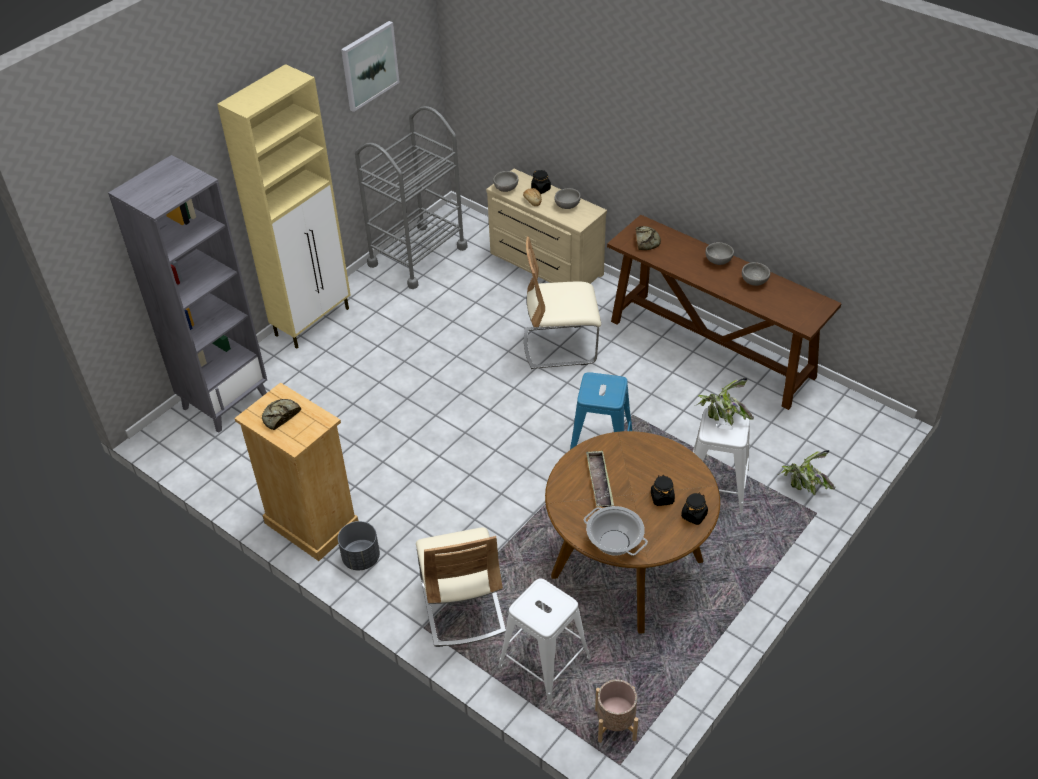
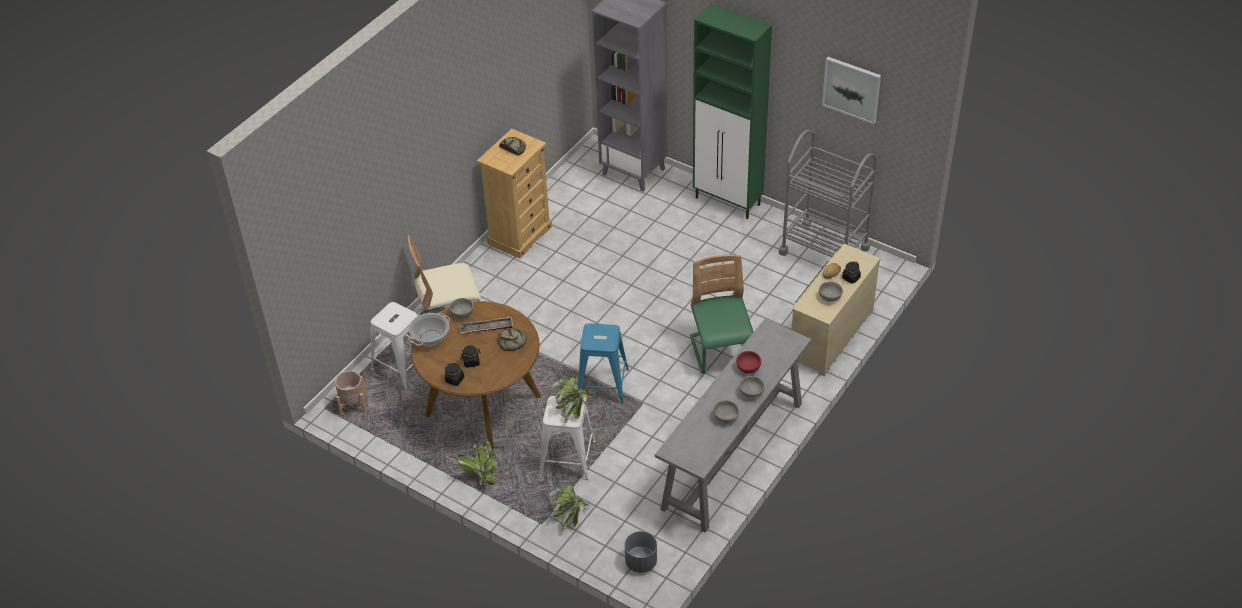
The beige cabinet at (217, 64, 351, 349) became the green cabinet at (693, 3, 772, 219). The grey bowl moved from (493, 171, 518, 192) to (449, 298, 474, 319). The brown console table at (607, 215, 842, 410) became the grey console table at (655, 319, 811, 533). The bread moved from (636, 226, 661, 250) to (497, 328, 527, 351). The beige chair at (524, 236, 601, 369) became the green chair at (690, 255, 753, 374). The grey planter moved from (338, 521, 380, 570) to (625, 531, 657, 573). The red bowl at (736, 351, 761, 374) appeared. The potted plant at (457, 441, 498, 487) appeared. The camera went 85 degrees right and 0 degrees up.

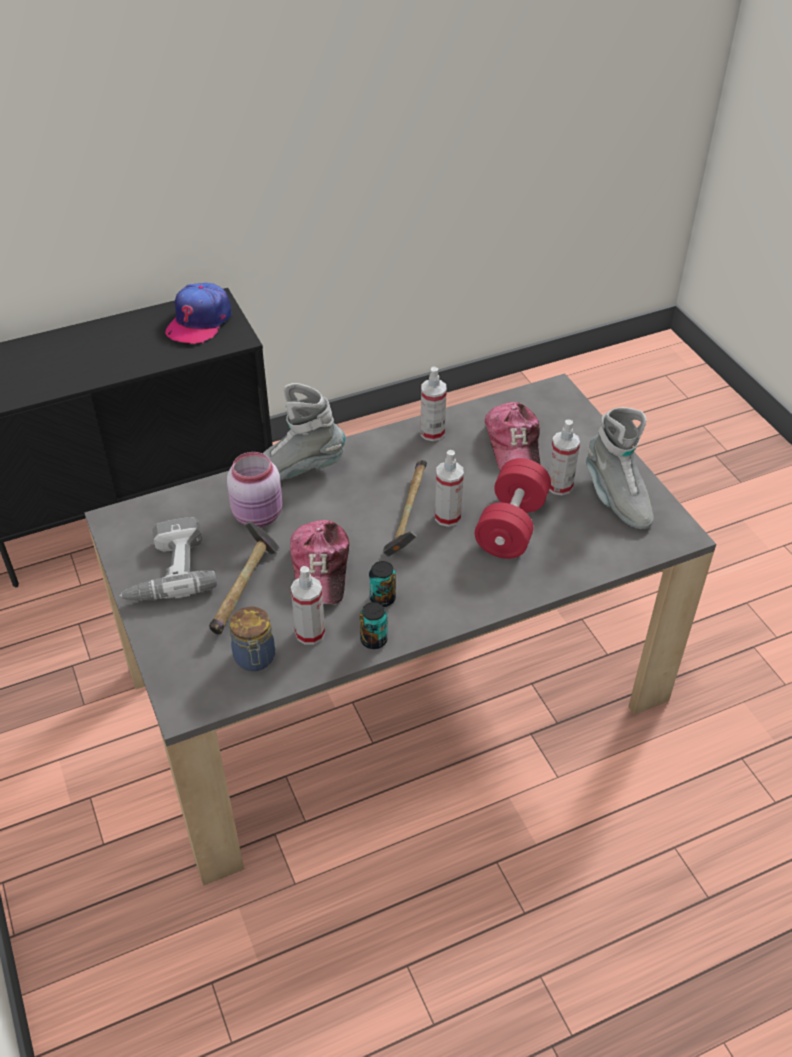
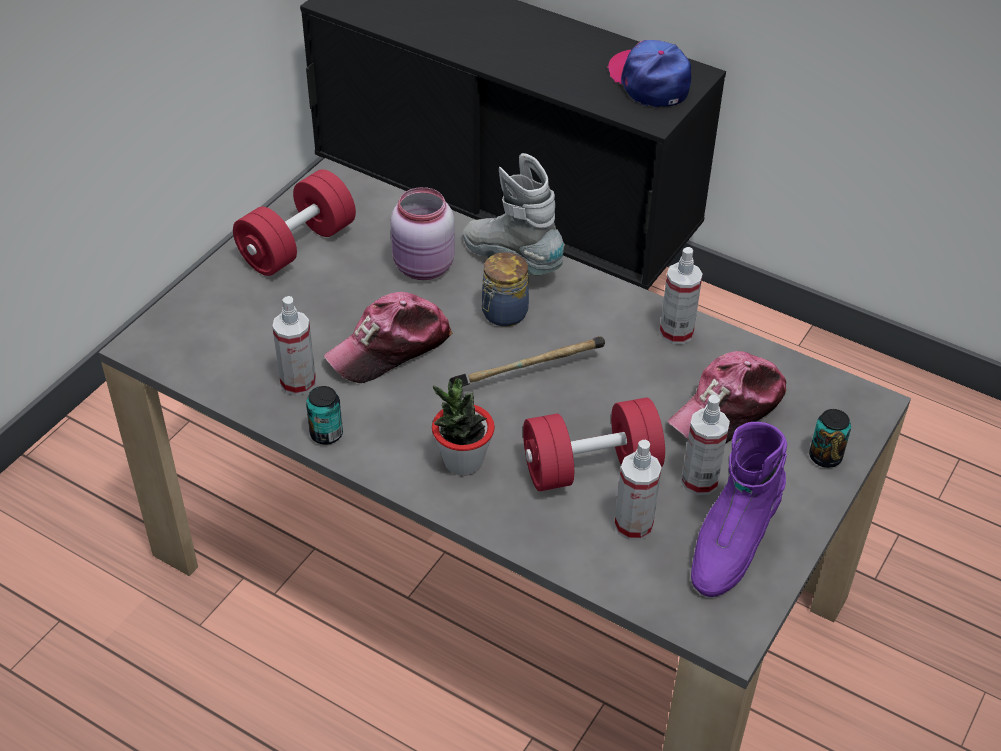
The cap at (165, 283, 232, 344) turned 75 degrees clockwise. The grey boot at (586, 407, 653, 530) became the purple boot at (691, 422, 787, 597). The spray bottle moved from (435, 450, 464, 527) to (614, 439, 662, 541). The power drill at (119, 517, 217, 601) was replaced by the red dumbbell at (233, 169, 356, 276). The hammer at (209, 521, 280, 634) disappeared. The can moved from (369, 561, 396, 607) to (809, 409, 851, 468). The jar moved from (229, 607, 275, 671) to (482, 252, 529, 326). The potted plant at (432, 378, 495, 476) appeared. The camera went 55 degrees right and 0 degrees up.

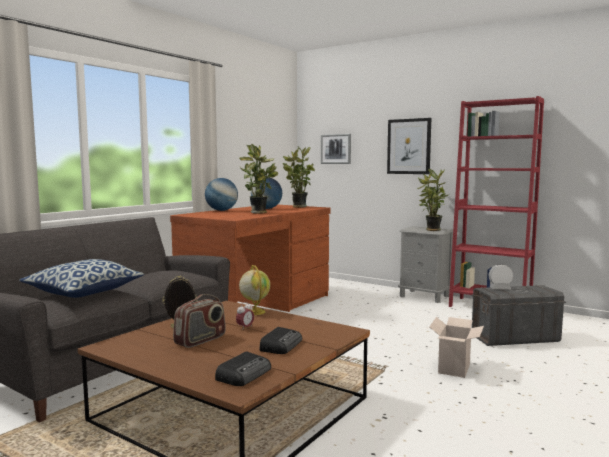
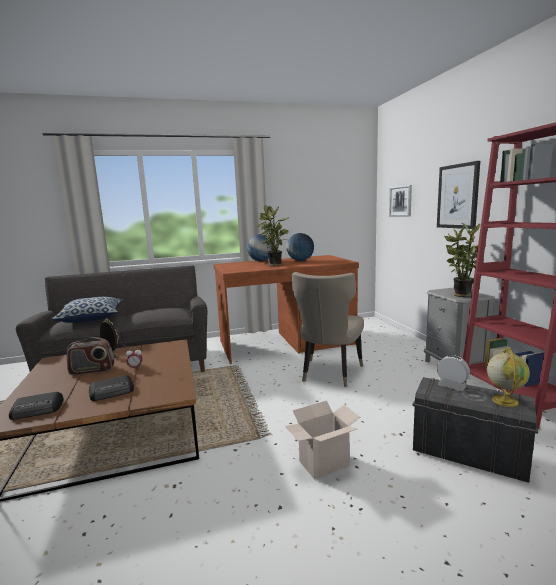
The potted plant at (283, 146, 315, 207) disappeared. The globe moved from (239, 265, 270, 315) to (487, 347, 530, 407). The beige chair at (292, 272, 364, 387) appeared. The camera went 40 degrees right and 5 degrees up.

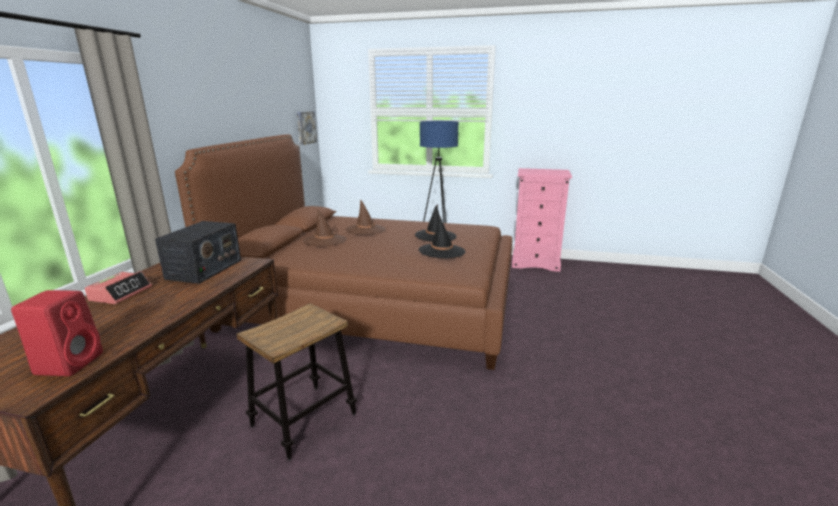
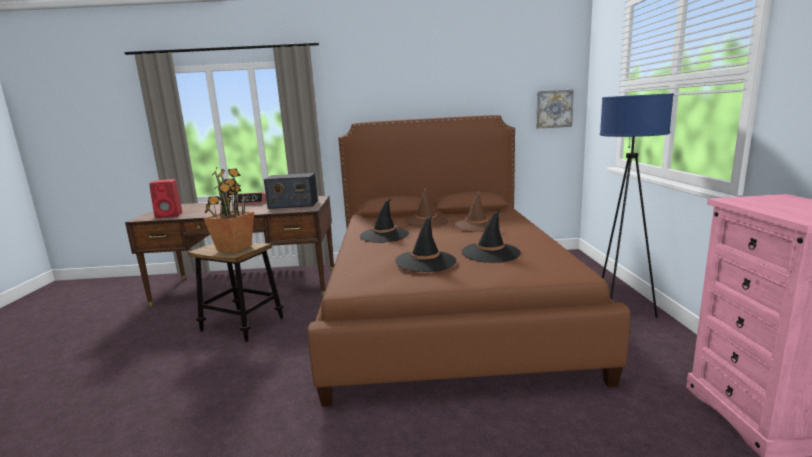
The potted plant at (203, 167, 254, 253) appeared. The black hat at (360, 199, 409, 243) appeared. The camera went 75 degrees right and 5 degrees down.

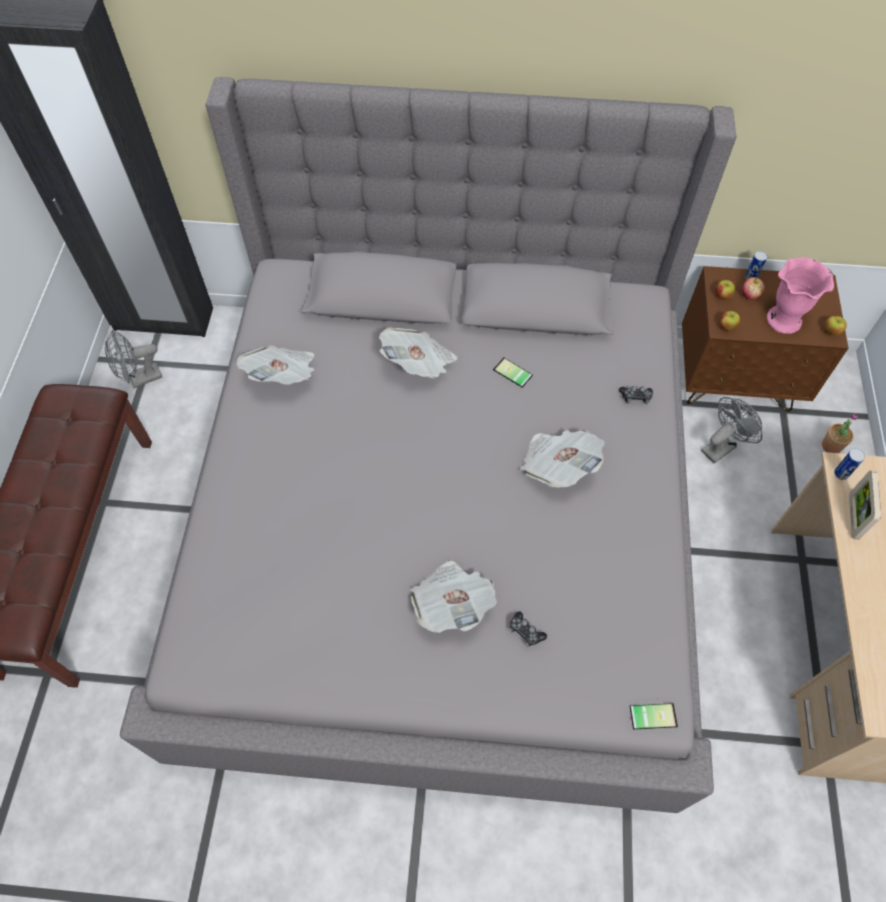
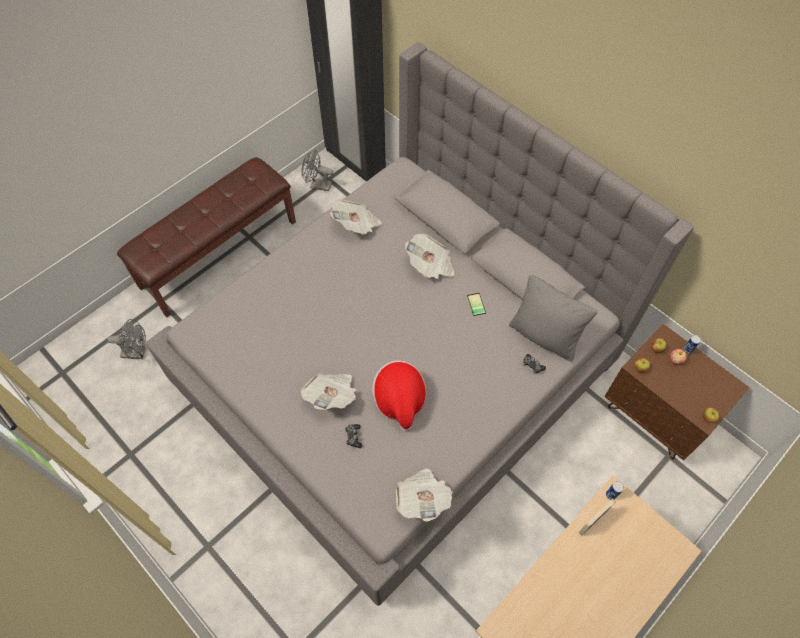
The pink vase at (767, 258, 834, 334) disappeared. The grey fan moved from (701, 397, 762, 464) to (107, 319, 146, 359). The potted plant at (822, 413, 858, 453) disappeared. The newspaper moved from (520, 430, 605, 488) to (396, 469, 453, 522). The phone at (630, 703, 678, 730) disappeared. The grey pillow at (509, 275, 597, 362) appeared. The hat at (372, 360, 426, 431) appeared. The camera went 40 degrees right and 0 degrees up.

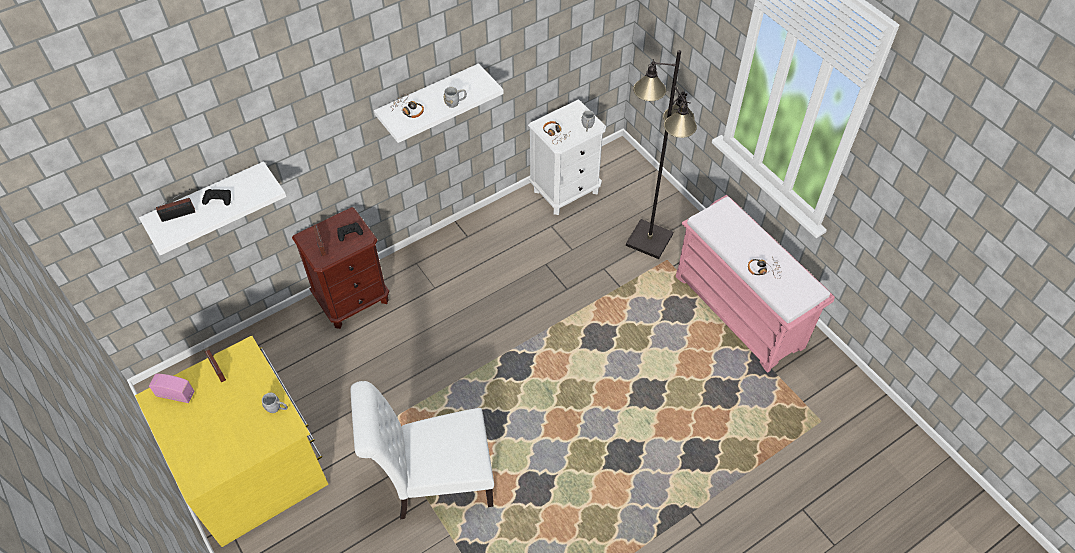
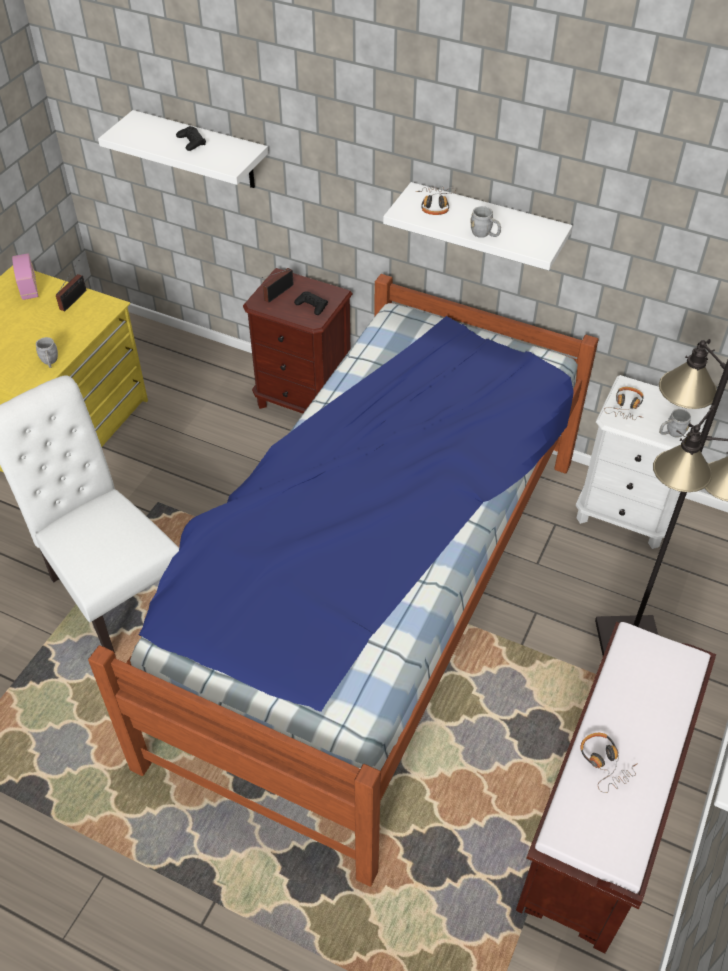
The radio at (156, 189, 195, 222) disappeared. The pink bench at (676, 195, 835, 373) became the brown bench at (516, 622, 716, 953). The bed at (88, 274, 599, 887) appeared. The camera went 60 degrees right and 5 degrees down.

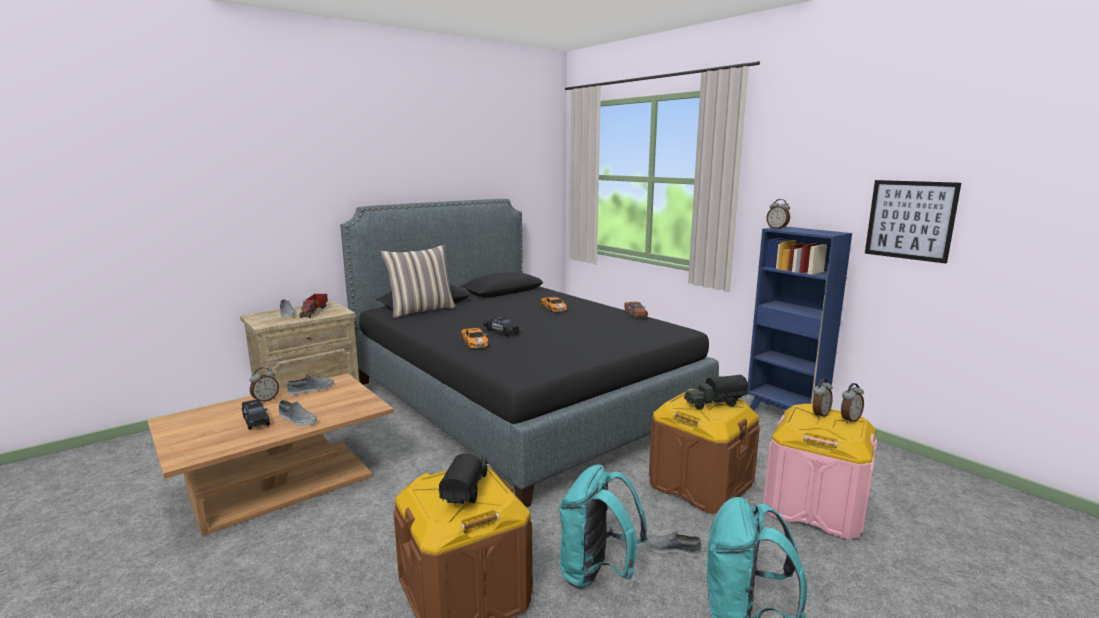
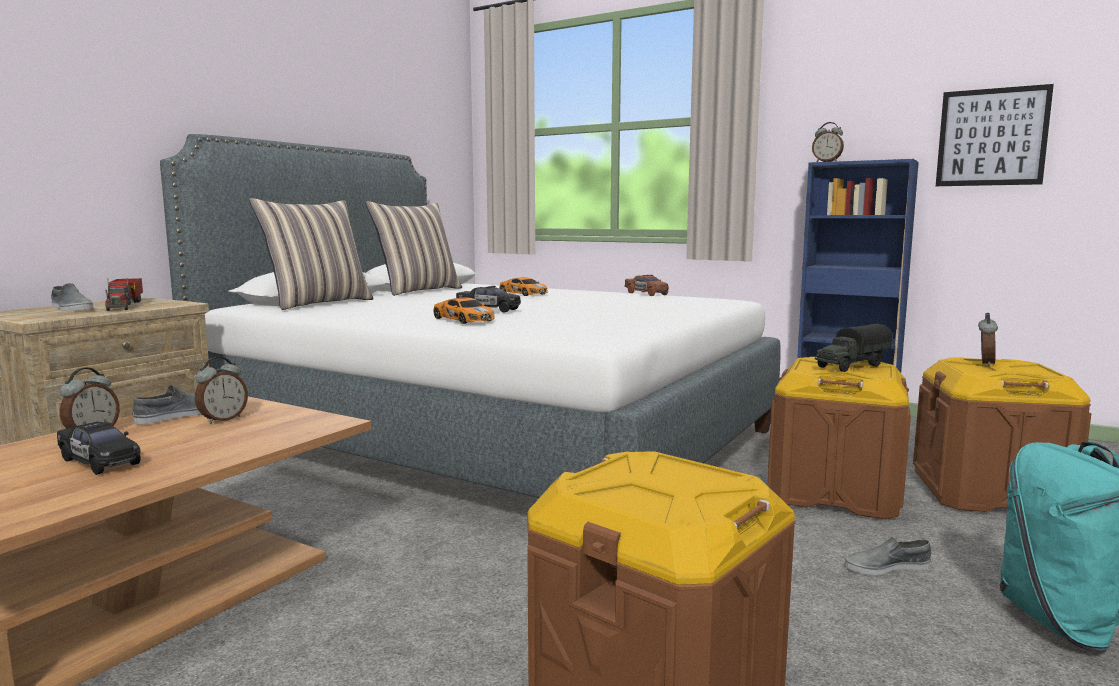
The black bed at (340, 199, 719, 507) became the white bed at (160, 134, 781, 498). The alarm clock moved from (841, 383, 864, 423) to (195, 357, 248, 424). The grey shoe at (278, 400, 317, 426) disappeared. The pink storage box at (763, 404, 877, 540) became the brown storage box at (913, 357, 1091, 512). The toy truck at (439, 453, 488, 504) disappeared. The turquoise backpack at (559, 464, 648, 589) disappeared. The pillow at (365, 201, 462, 296) appeared. The camera went 20 degrees left and 5 degrees down.

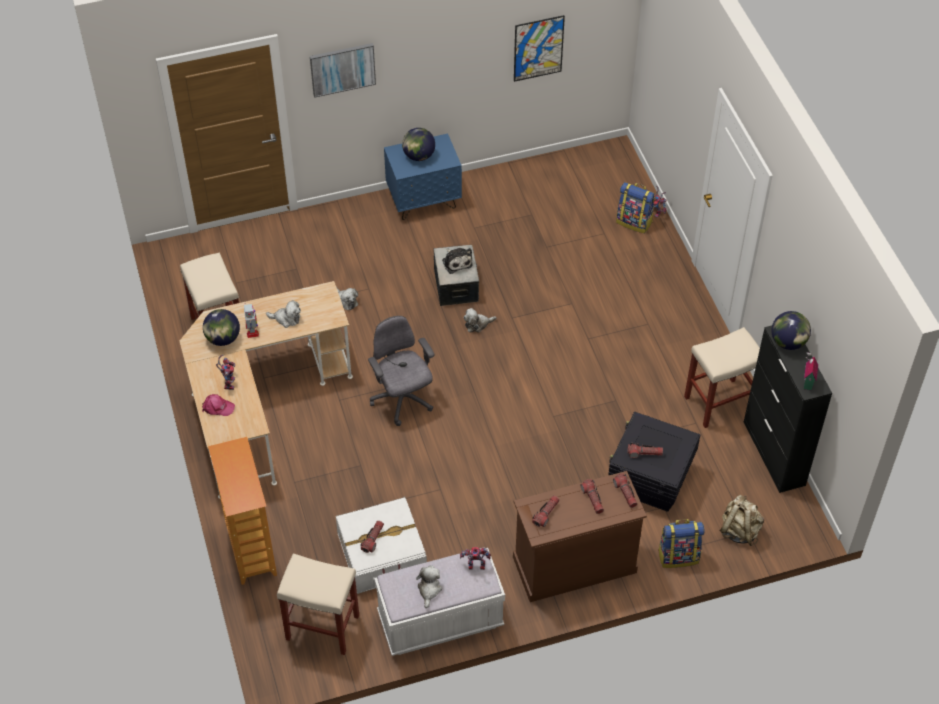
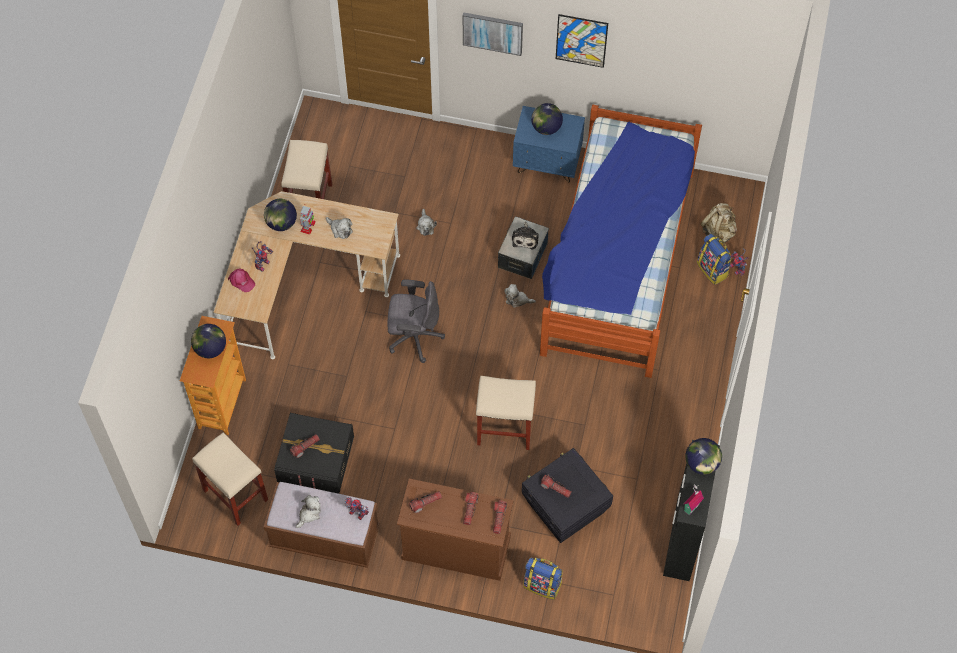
The picture moved from (514, 15, 565, 82) to (556, 14, 608, 68). The grey office chair at (368, 316, 434, 426) turned 90 degrees clockwise. The beige stool moved from (684, 327, 760, 428) to (476, 376, 536, 450). The beige backpack moved from (720, 495, 764, 546) to (701, 203, 737, 246). The white storage box at (336, 496, 427, 594) became the black storage box at (274, 412, 354, 494). The white bench at (374, 548, 505, 656) became the brown bench at (264, 482, 380, 568). The bed at (540, 105, 702, 378) appeared. The globe at (191, 324, 226, 358) appeared. The camera went 30 degrees right and 10 degrees up.

